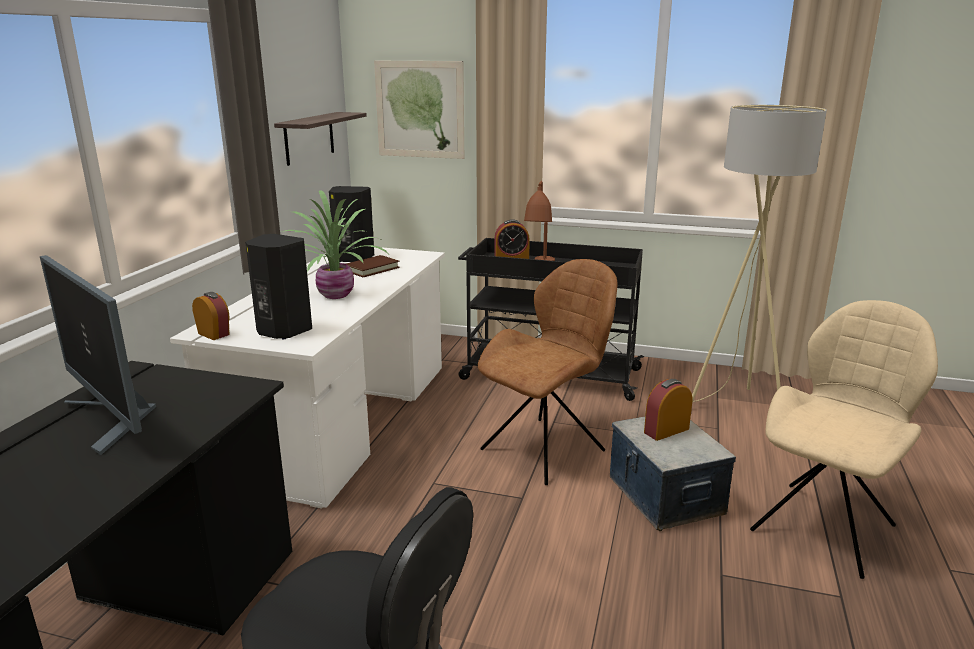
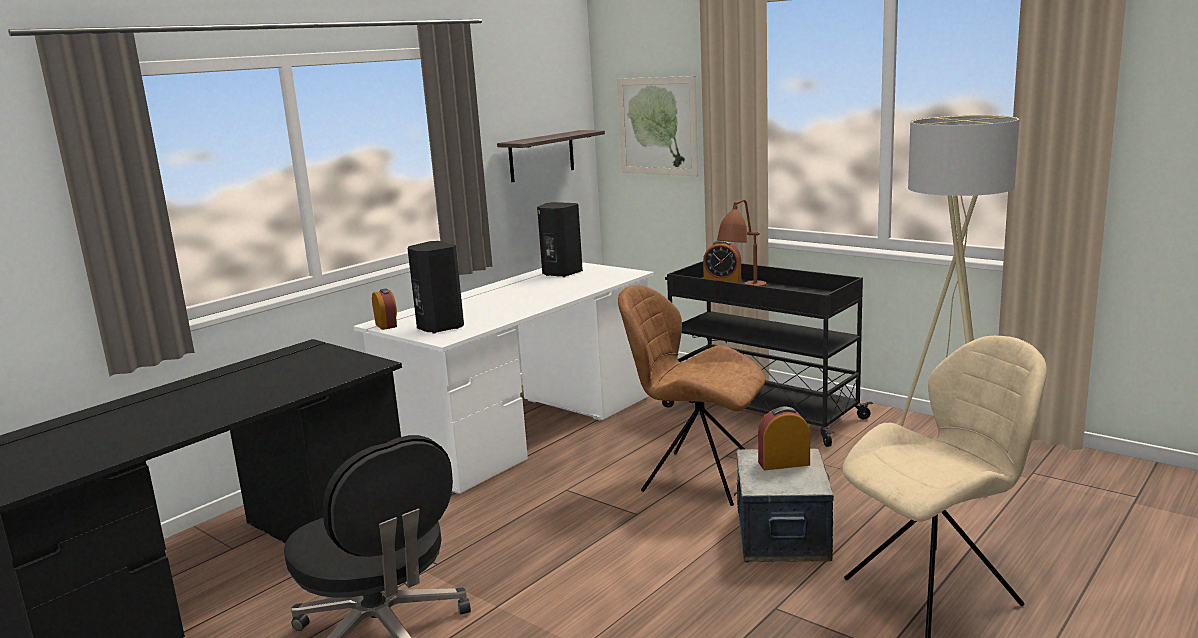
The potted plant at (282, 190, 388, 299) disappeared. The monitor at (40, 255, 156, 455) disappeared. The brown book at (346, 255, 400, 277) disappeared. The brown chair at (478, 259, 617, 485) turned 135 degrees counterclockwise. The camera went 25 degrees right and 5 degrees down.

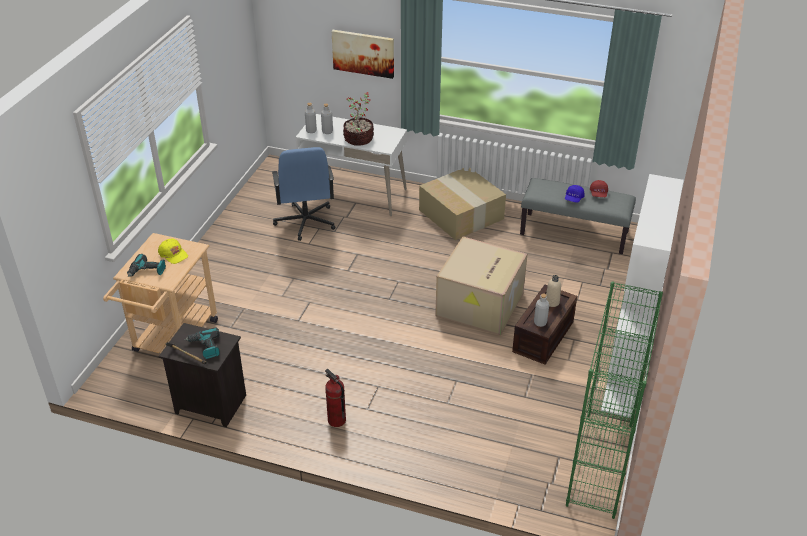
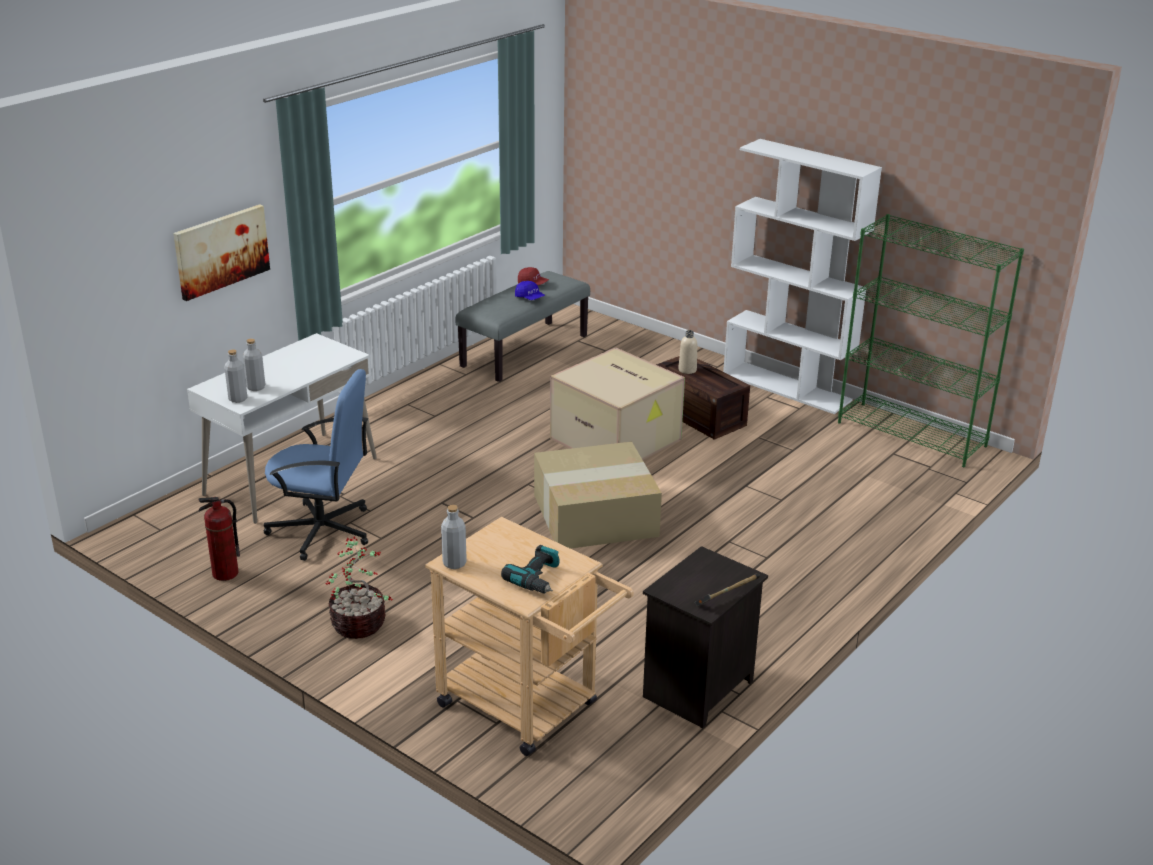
The potted plant moved from (343, 92, 374, 145) to (326, 537, 393, 639). The cardboard box moved from (419, 167, 506, 240) to (534, 442, 662, 549). The yellow cap at (158, 238, 188, 264) disappeared. The grey bottle moved from (534, 294, 549, 327) to (441, 505, 467, 569). The power drill at (184, 327, 220, 359) disappeared. The fire extinguisher moved from (325, 369, 346, 427) to (198, 497, 240, 581). The camera went 70 degrees left and 10 degrees down.

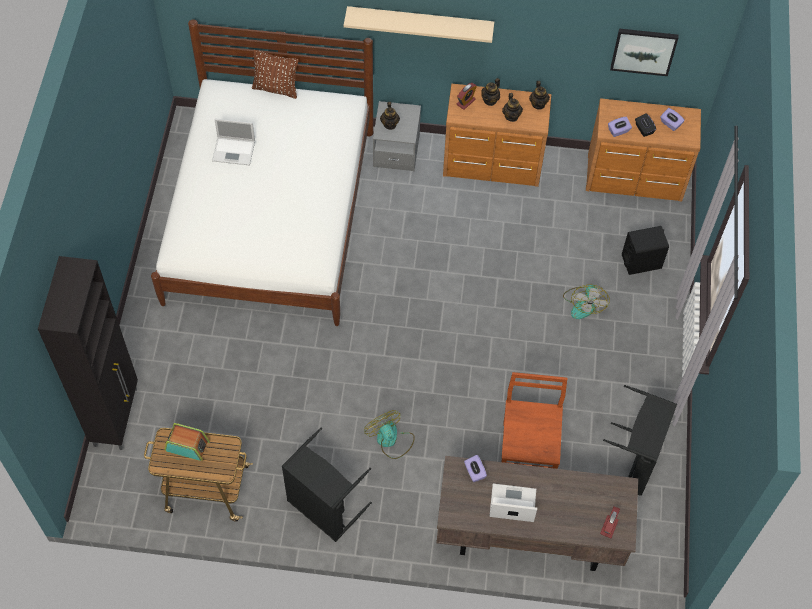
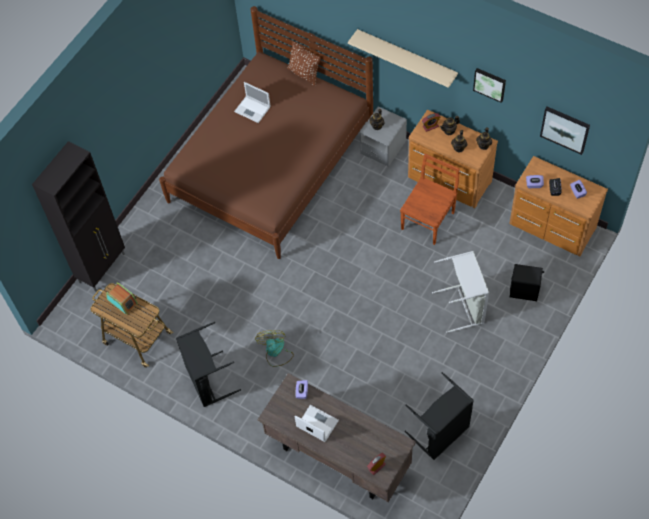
The white bed at (151, 19, 373, 326) became the brown bed at (159, 6, 373, 259). The fan at (563, 284, 610, 319) was replaced by the grey laundry basket at (432, 251, 489, 333). The brown chair moved from (501, 372, 568, 469) to (400, 154, 460, 245). The picture at (473, 68, 506, 103) appeared. The camera went 30 degrees right and 0 degrees up.

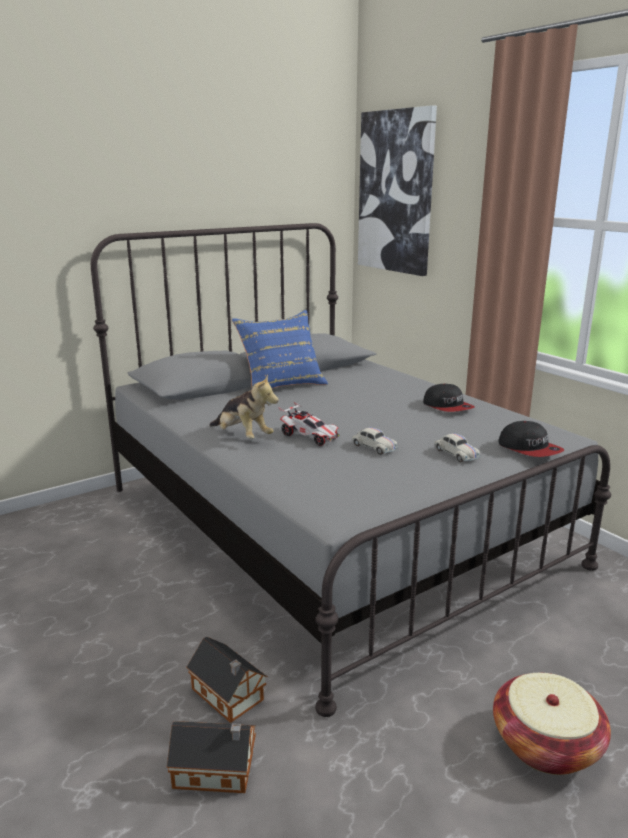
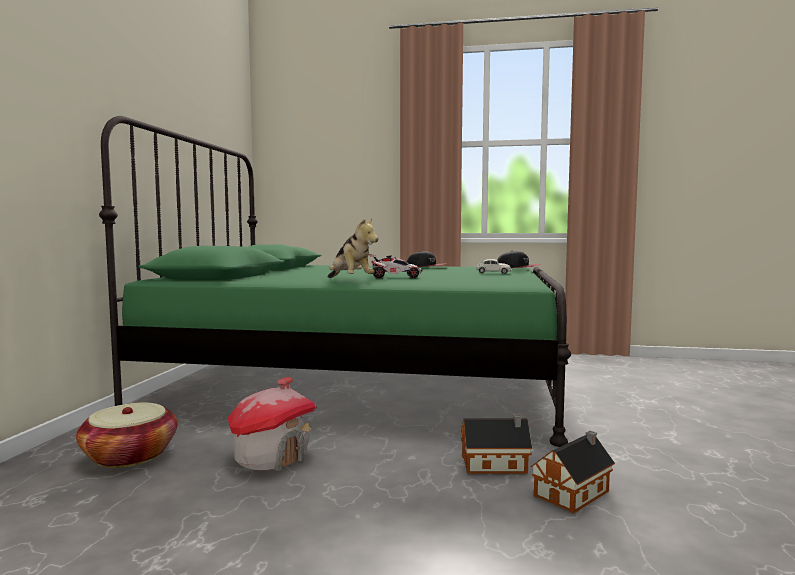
The picture at (358, 105, 437, 276) disappeared. The grey bed at (91, 223, 611, 717) became the green bed at (99, 116, 571, 447). The blue pillow at (232, 310, 328, 388) disappeared. The plush toy at (209, 374, 279, 439) turned 60 degrees clockwise. The white toy car at (352, 427, 398, 455) disappeared. The basket moved from (493, 673, 611, 775) to (76, 403, 177, 468). The toy house at (228, 377, 317, 471) appeared. The camera went 45 degrees left and 15 degrees down.

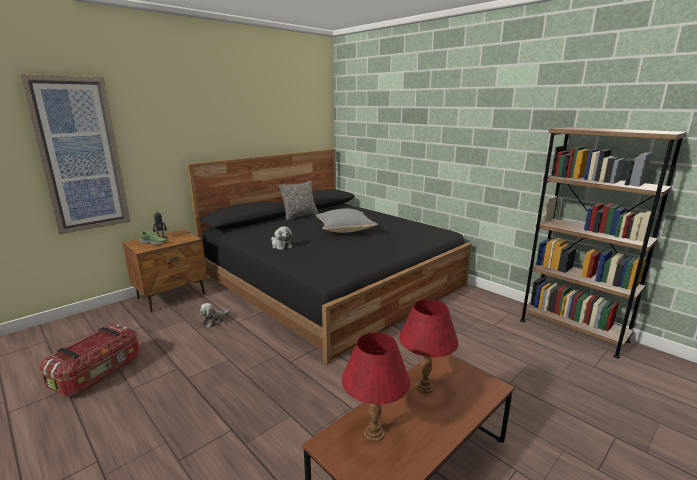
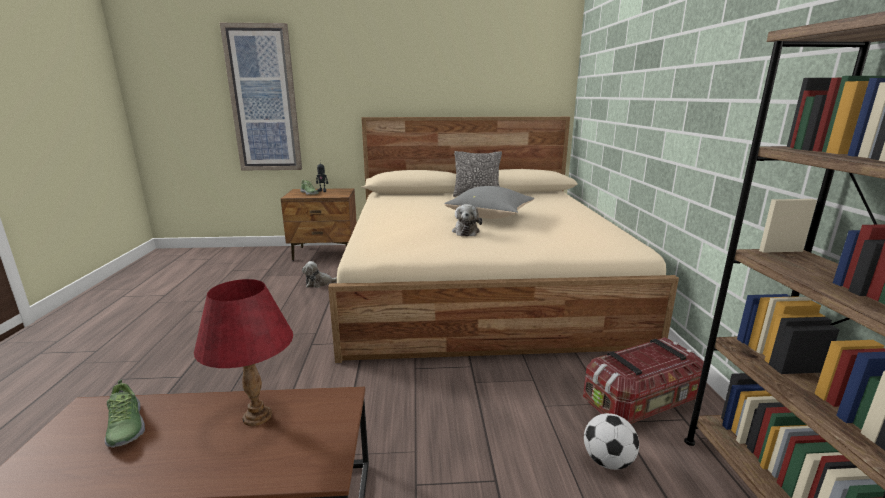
The black bed at (187, 149, 472, 365) became the beige bed at (328, 117, 679, 363). The plush toy moved from (271, 226, 293, 250) to (452, 204, 482, 236). The storage box moved from (40, 324, 140, 397) to (583, 337, 704, 424). The red table lamp at (342, 333, 410, 442) was replaced by the shoe at (105, 380, 145, 448). The football at (584, 413, 639, 470) appeared. The camera went 40 degrees right and 0 degrees up.

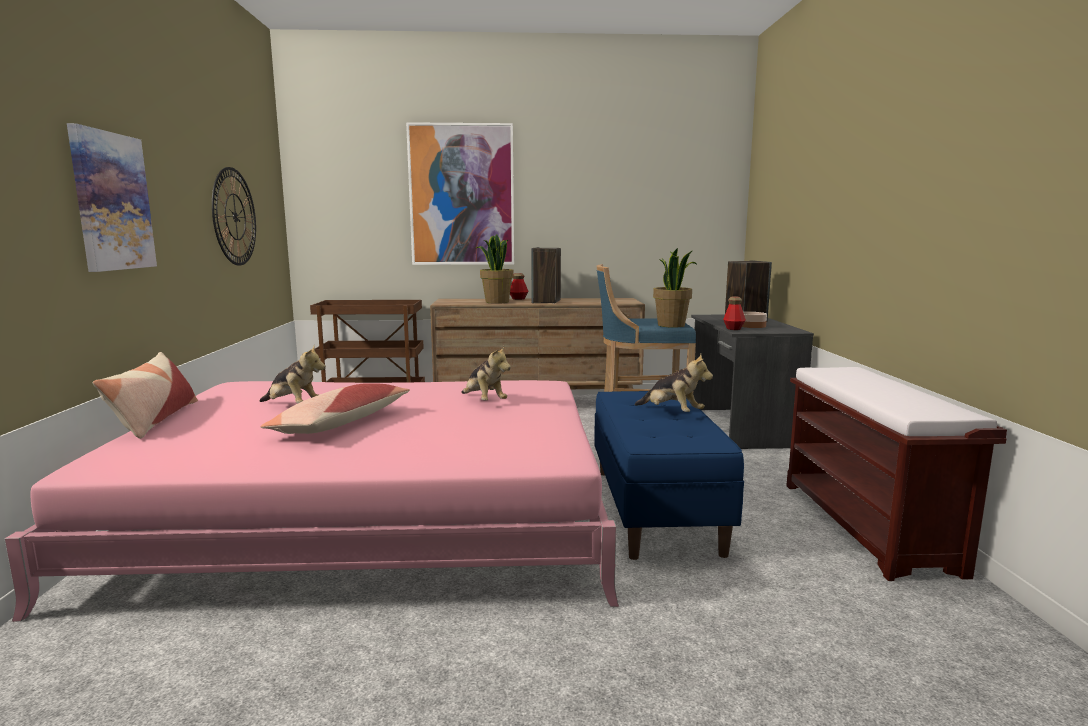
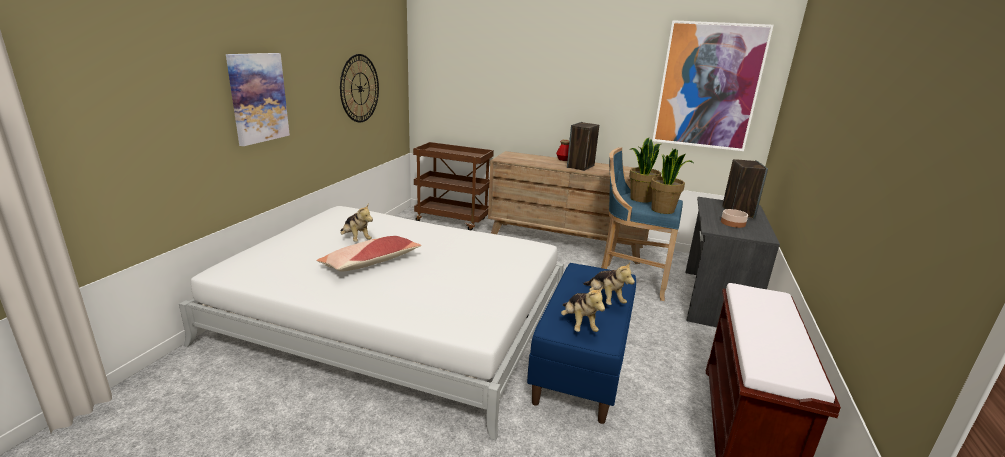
The picture moved from (406, 122, 514, 265) to (652, 20, 774, 151). The potted plant moved from (475, 234, 514, 304) to (629, 138, 661, 203). The bottle at (723, 297, 746, 330) disappeared. The plush toy moved from (461, 346, 511, 401) to (561, 286, 605, 332). The pillow at (93, 352, 198, 439) disappeared. The pink bed at (5, 380, 619, 622) became the white bed at (179, 206, 564, 440). The camera went 20 degrees right and 10 degrees up.

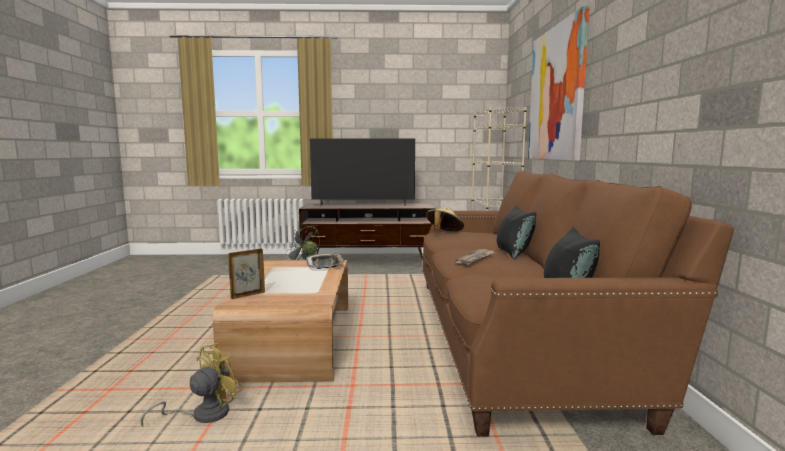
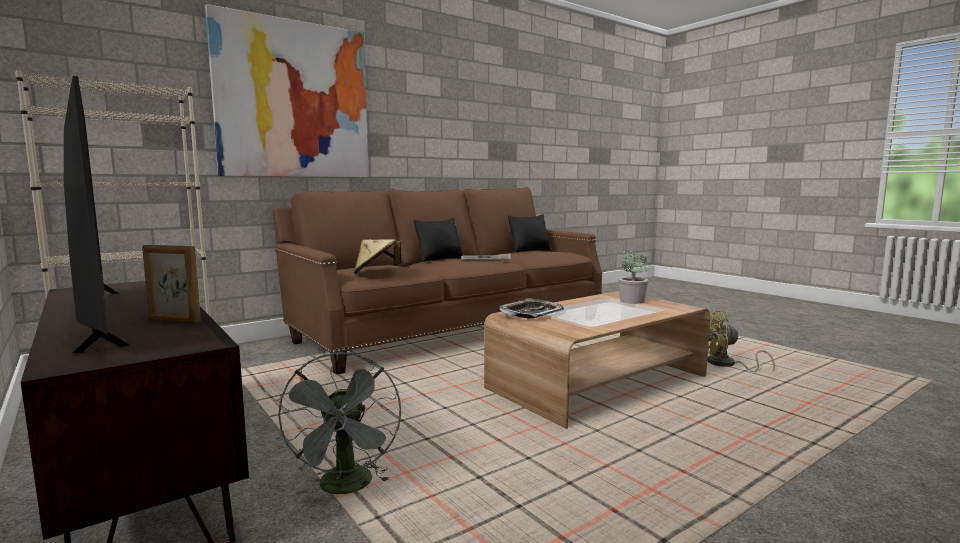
The picture frame moved from (228, 249, 265, 299) to (142, 245, 201, 323). The potted plant at (618, 249, 649, 304) appeared. The camera went 125 degrees left and 0 degrees up.

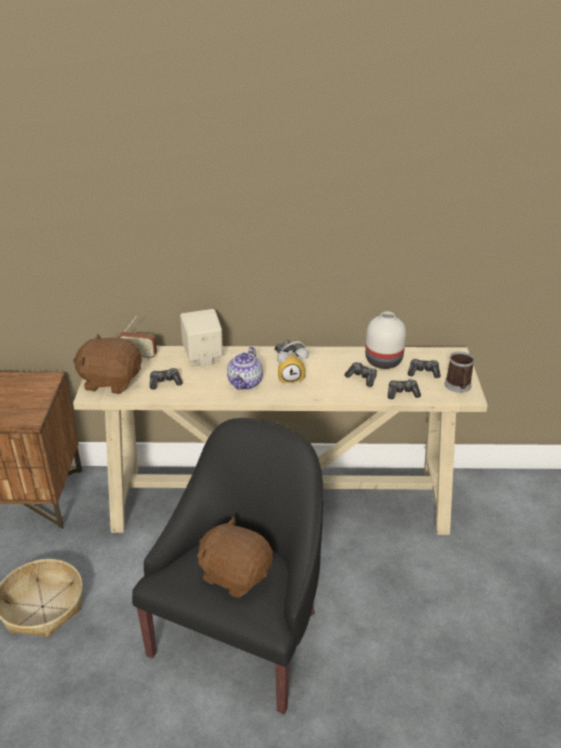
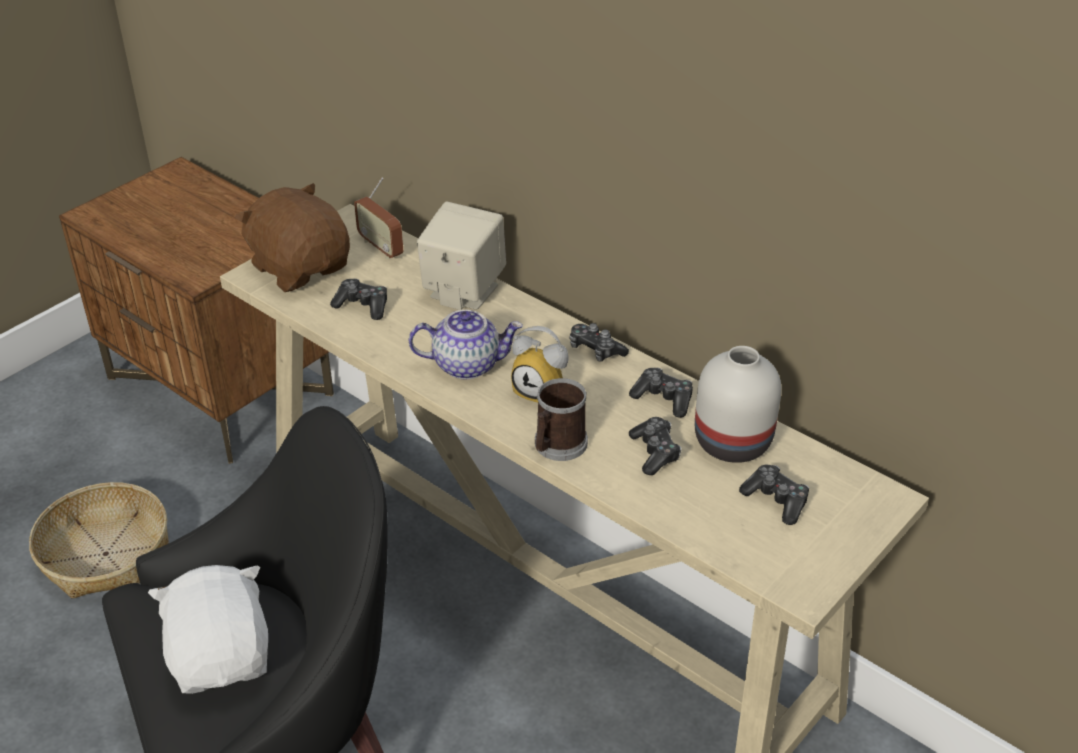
The teapot at (227, 347, 263, 390) turned 150 degrees counterclockwise. The mug moved from (445, 352, 474, 393) to (535, 378, 588, 461). The game controller moved from (388, 379, 421, 399) to (629, 368, 693, 418). The brown plush toy at (197, 517, 273, 598) became the white plush toy at (148, 565, 268, 694). The camera went 40 degrees right and 5 degrees up.

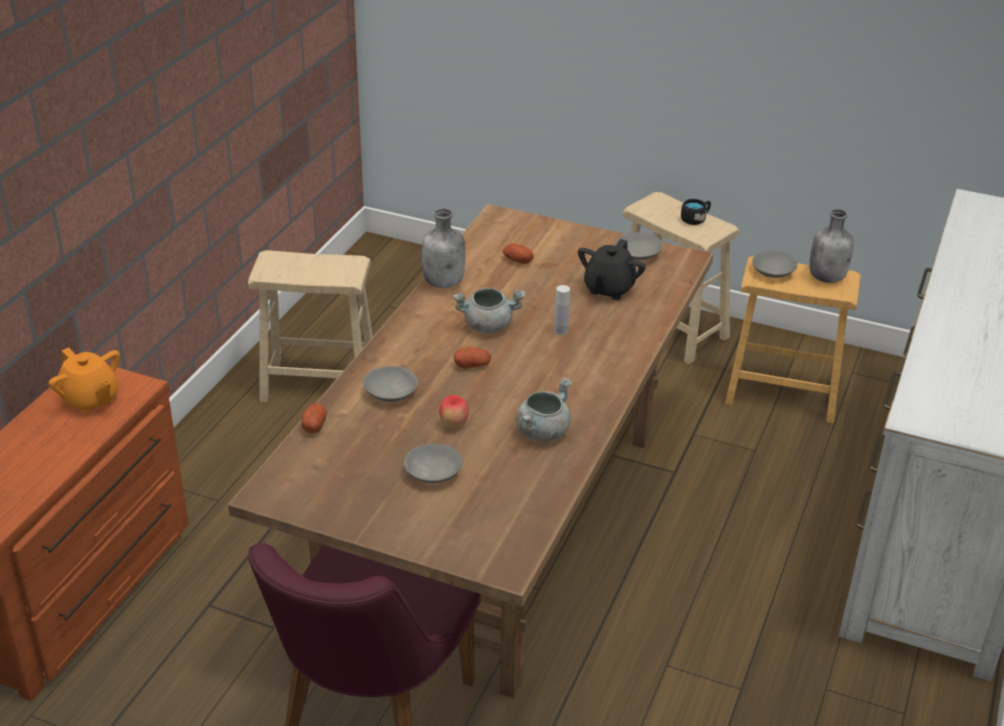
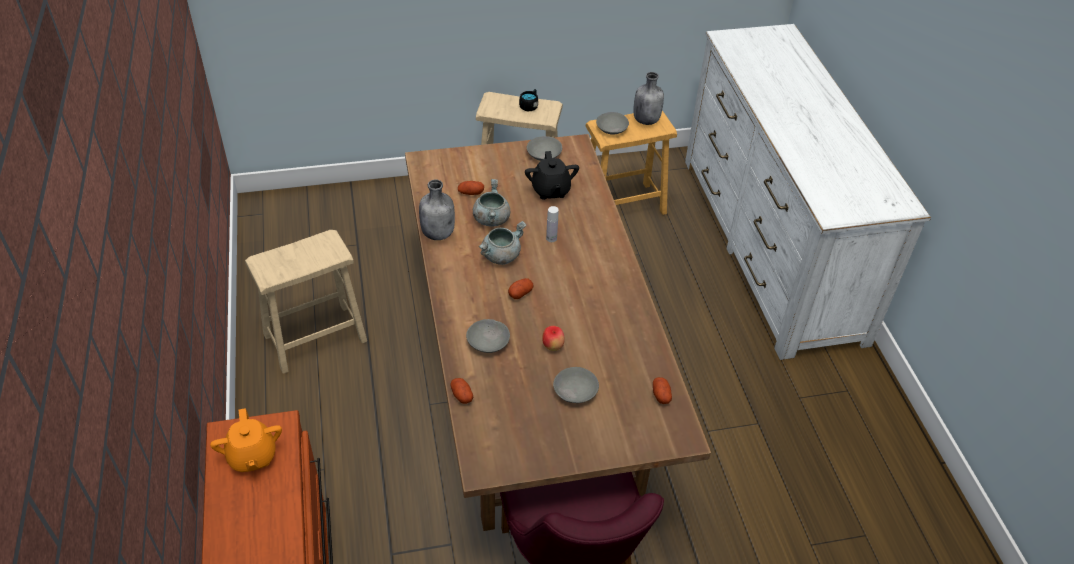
The orange teapot at (49, 348, 120, 414) turned 60 degrees clockwise. The grey cooking pot moved from (515, 378, 572, 442) to (473, 179, 510, 226). The potato at (653, 377, 672, 404) appeared. The camera went 35 degrees left and 10 degrees up.

